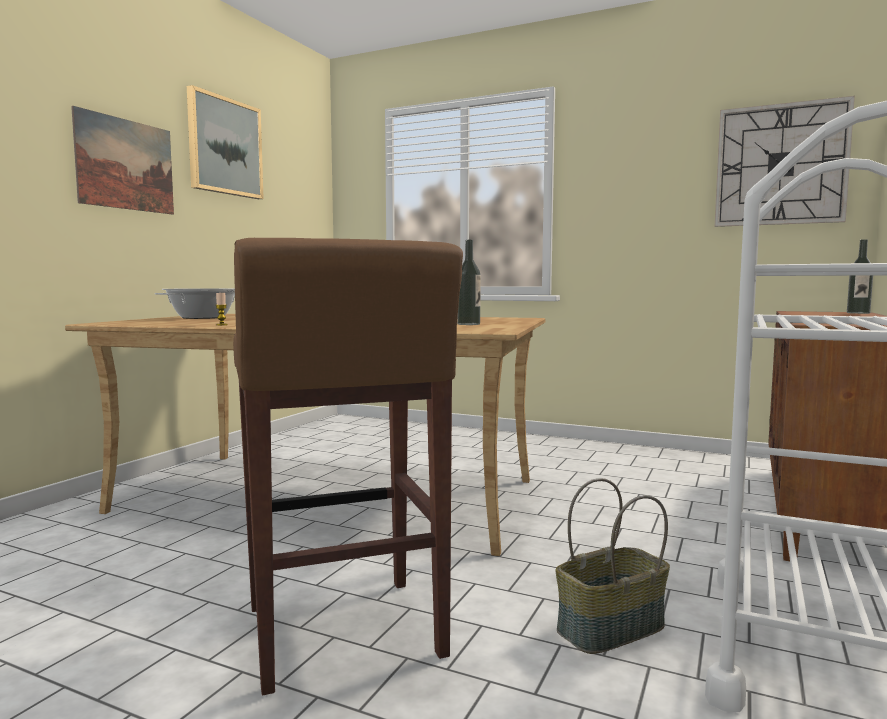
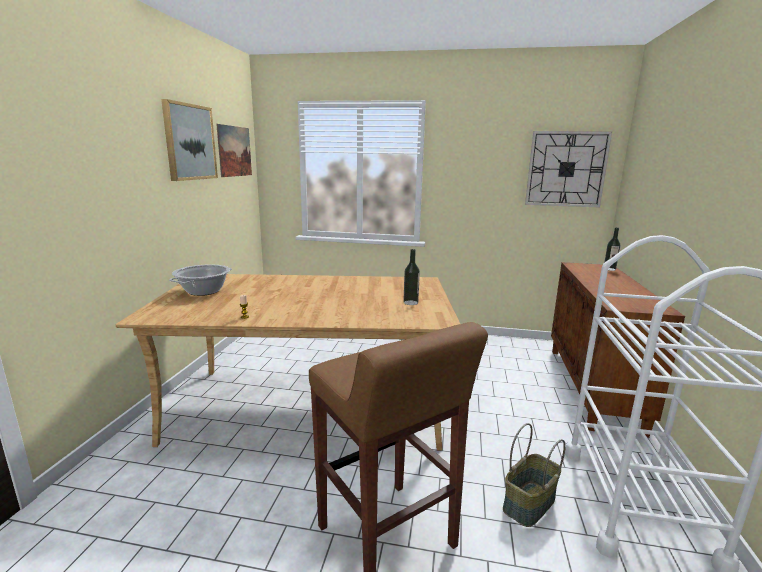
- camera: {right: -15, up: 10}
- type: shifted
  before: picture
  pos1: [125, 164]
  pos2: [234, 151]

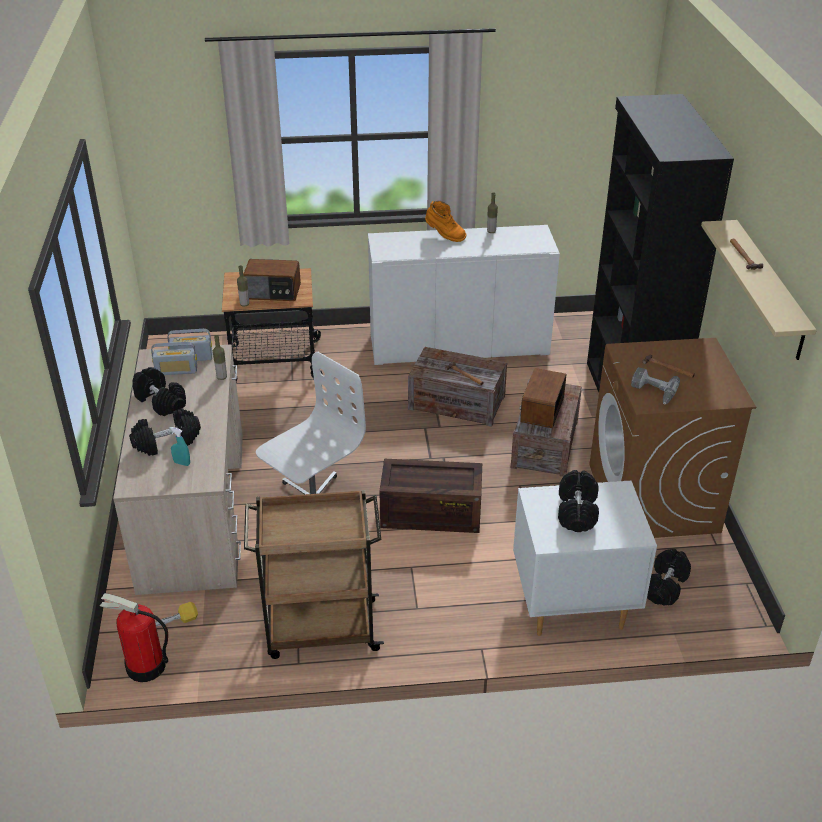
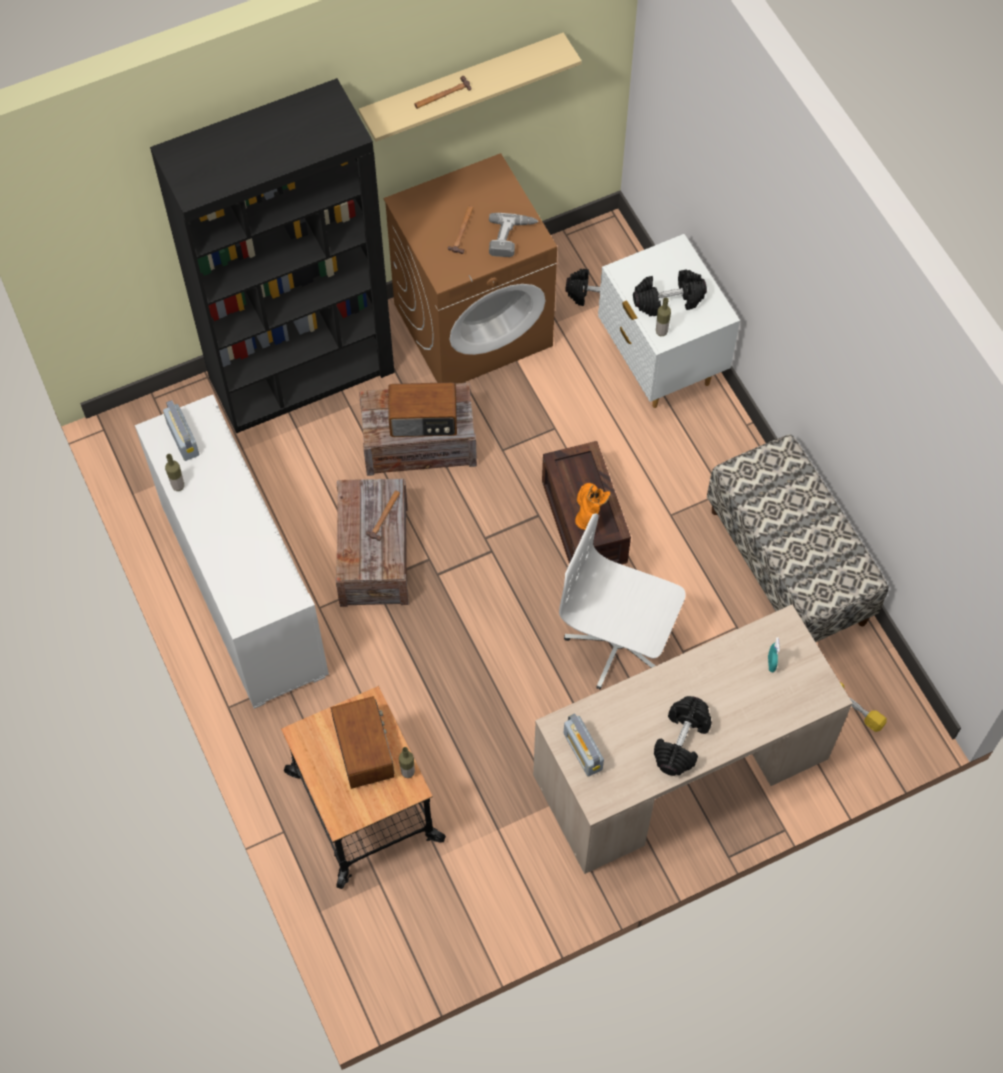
- camera: {right: -110, up: 25}
- type: shifted
  before: orange tall boot
  pos1: [444, 236]
  pos2: [588, 513]
- type: shifted
  before: drink bottle
  pos1: [221, 377]
  pos2: [661, 332]
- type: shifted
  before: radio receiver
  pos1: [176, 371]
  pos2: [183, 439]
- type: gone
  before: black hand weight
  pos1: [167, 442]
- type: swapped
  before: brown-coloured wheeled cart
  after: indoor bench
  pos1: [320, 629]
  pos2: [788, 566]
- type: gone
  before: extinguisher
  pos1: [145, 667]

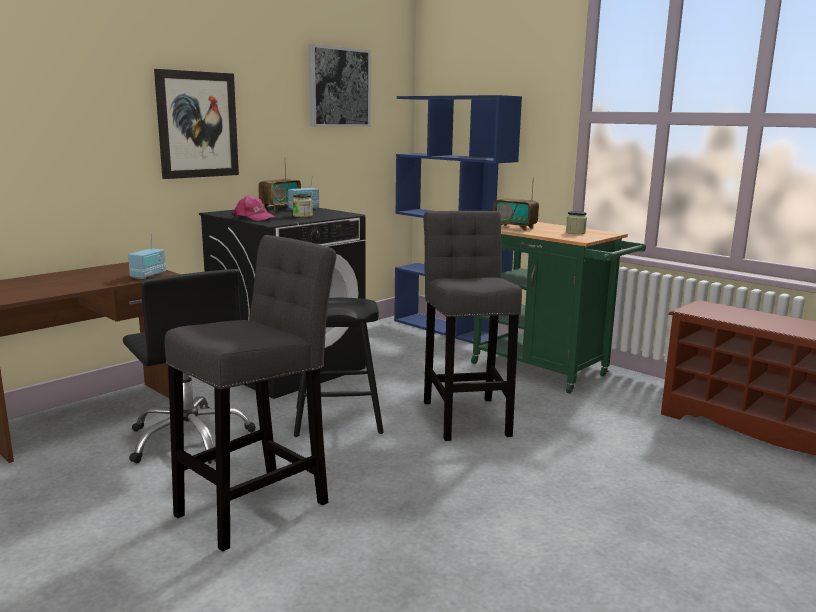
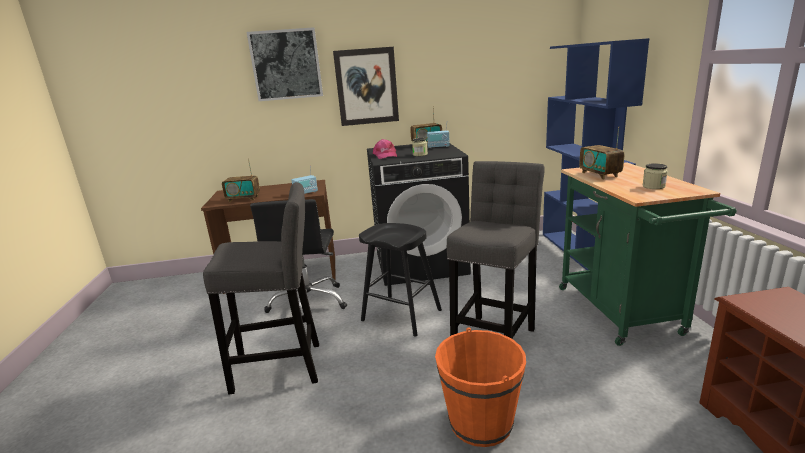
- camera: {right: 40, up: 5}
- type: shifted
  before: picture
  pos1: [339, 87]
  pos2: [286, 65]
- type: new
  after: radio receiver
  pos2: [243, 199]
- type: new
  after: orange pail
  pos2: [480, 422]

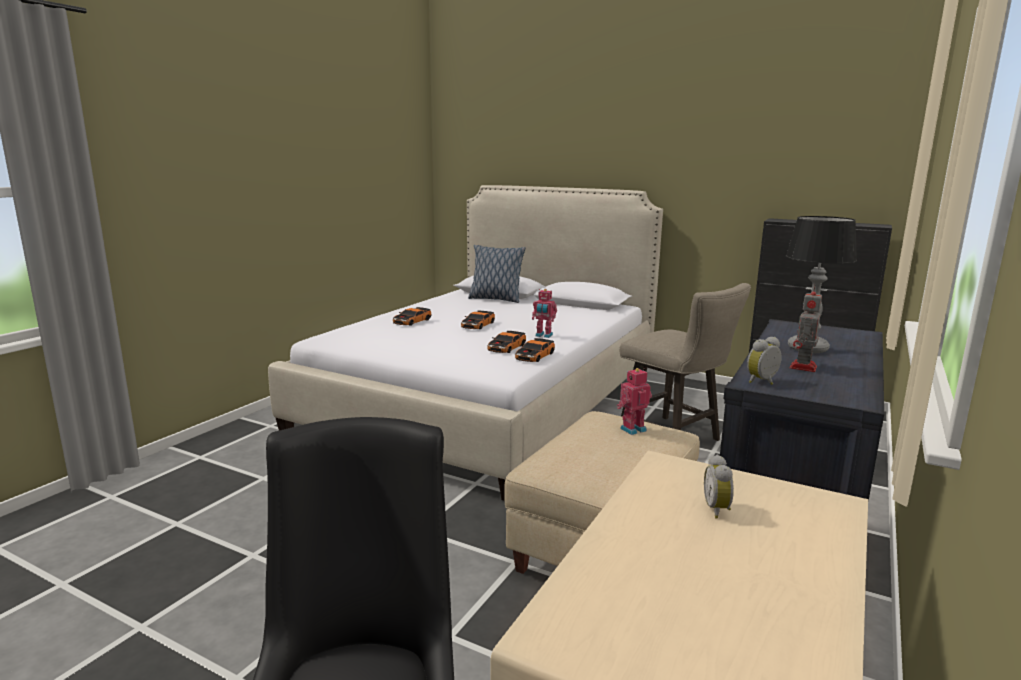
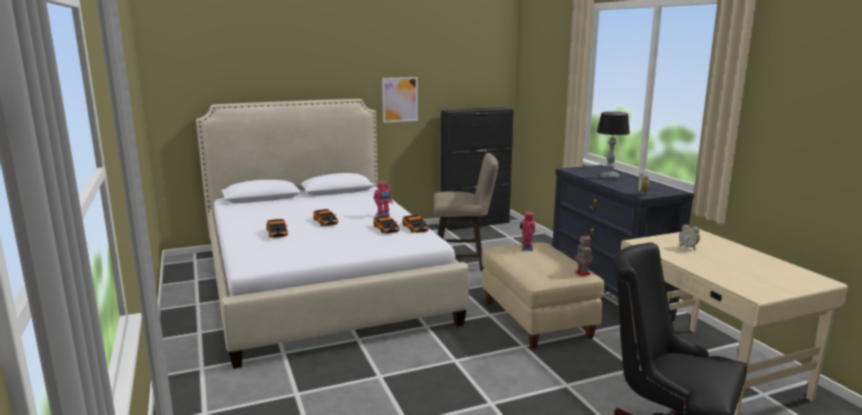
- camera: {right: -50, up: 0}
- type: gone
  before: cushion
  pos1: [495, 299]
- type: shifted
  before: model robot
  pos1: [803, 368]
  pos2: [583, 273]
- type: new
  after: picture
  pos2: [400, 99]

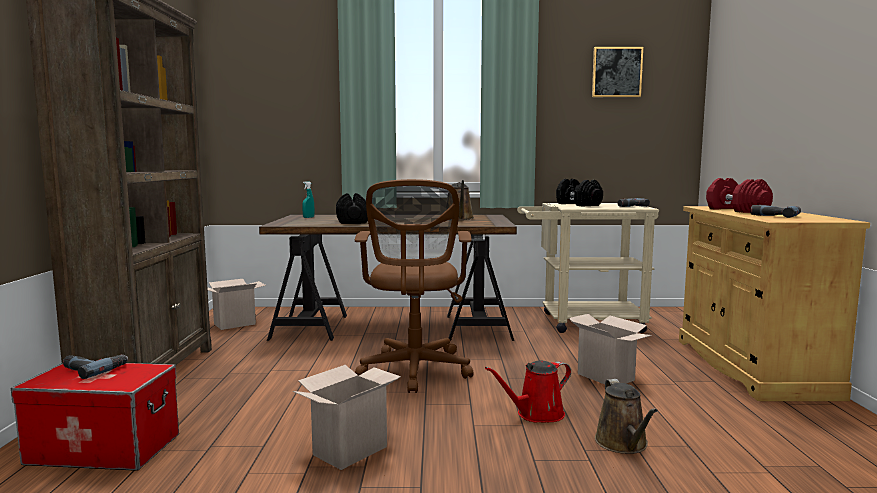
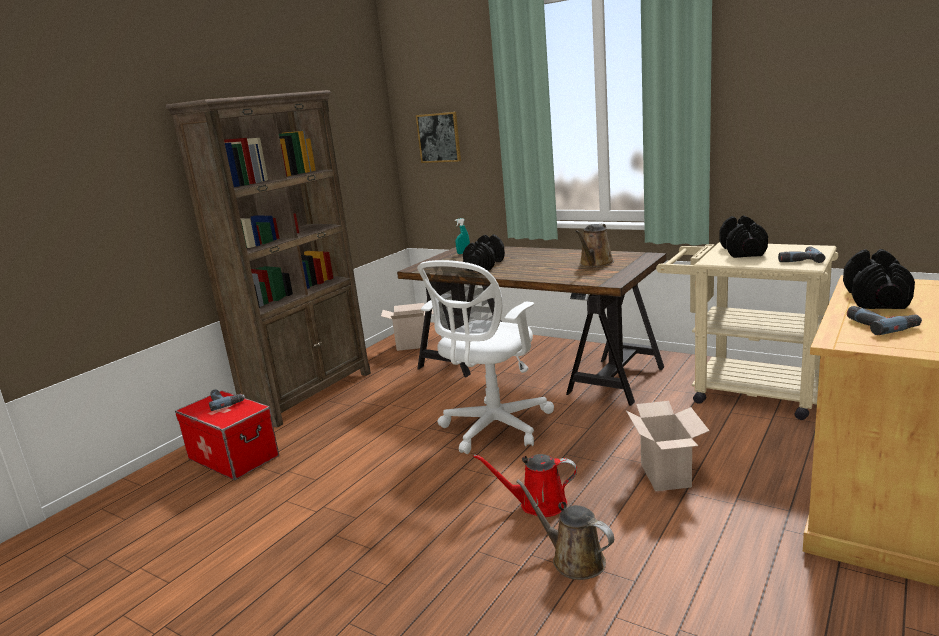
- camera: {right: 35, up: 10}
- type: shifted
  before: picture
  pos1: [616, 72]
  pos2: [439, 137]
- type: repainted
  before: reddish hand weight
  after: black hand weight
  pos1: [736, 210]
  pos2: [875, 298]
- type: repainted
  before: brown-coloured computer chair
  after: white computer chair
  pos1: [415, 372]
  pos2: [492, 429]
- type: gone
  before: cardboard box
  pos1: [350, 449]
- type: rotated
  before: brown-coloured watering pot
  pos1: [623, 444]
  pos2: [573, 559]
  turn: 105

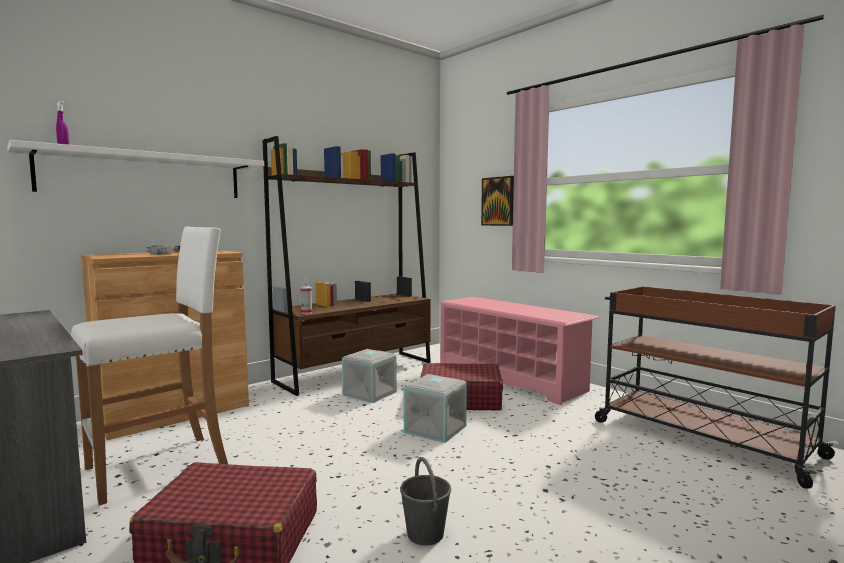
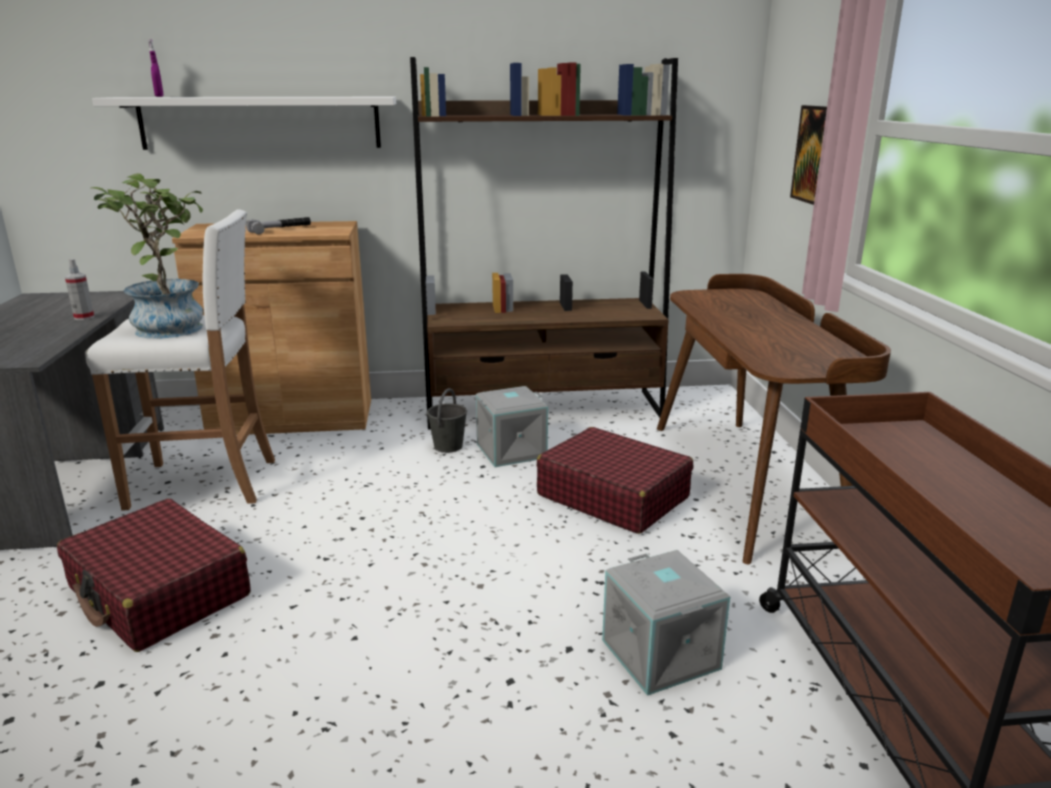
- camera: {right: 35, up: 15}
- type: shifted
  before: spray bottle
  pos1: [306, 313]
  pos2: [84, 317]
- type: swapped
  before: pink shoe shelf
  after: brown-coloured desk table
  pos1: [510, 378]
  pos2: [745, 482]
- type: shifted
  before: grey storage bin
  pos1: [436, 429]
  pos2: [662, 654]
- type: shifted
  before: grey pail
  pos1: [425, 533]
  pos2: [448, 446]
- type: new
  after: houseplant
  pos2: [170, 326]

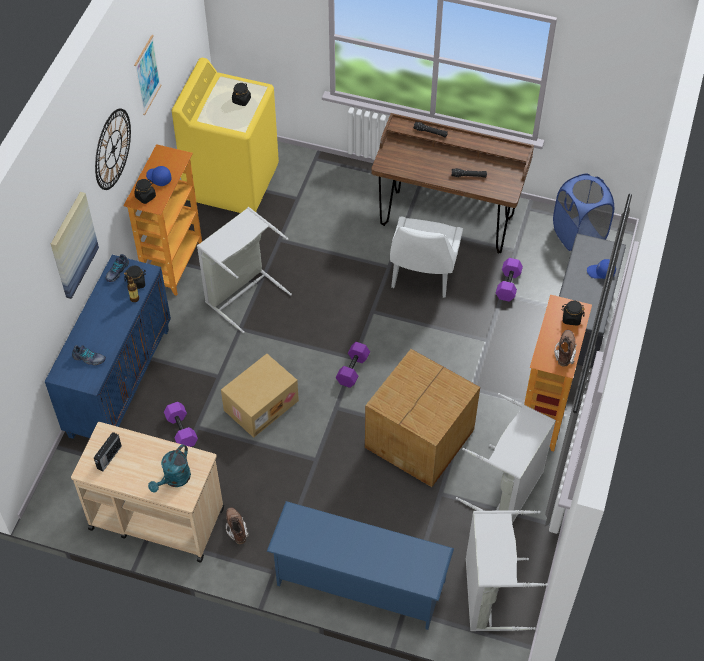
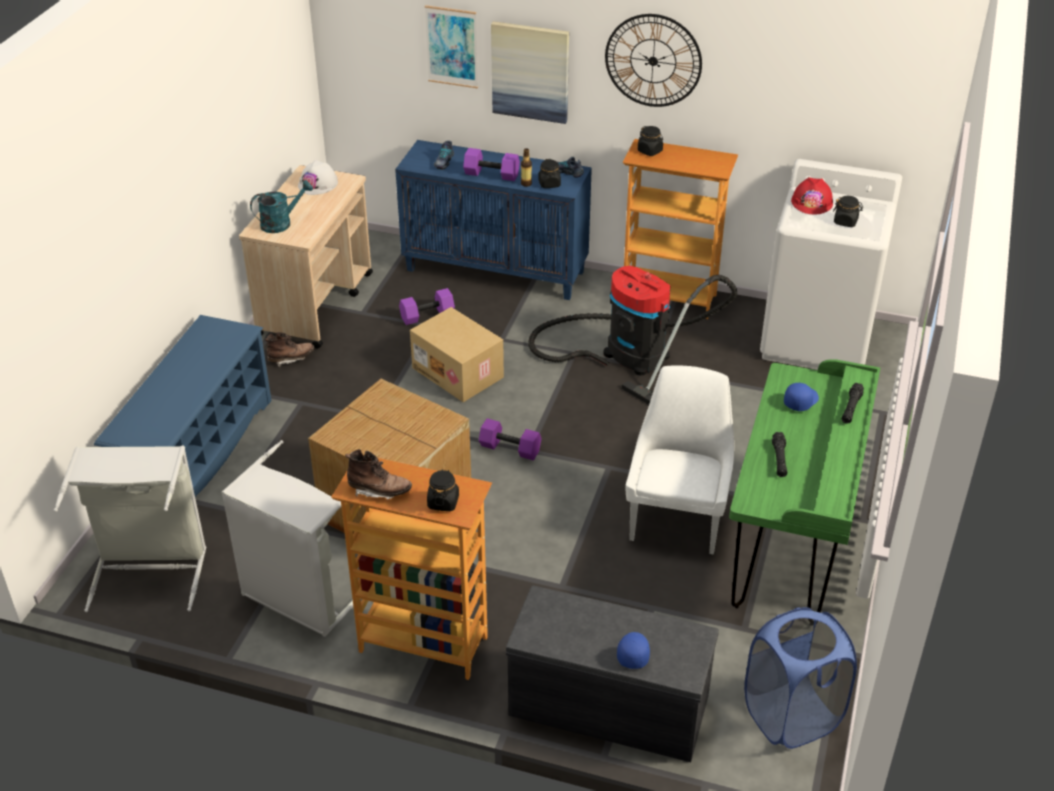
- camera: {right: 90, up: -15}
- type: shifted
  before: picture
  pos1: [147, 75]
  pos2: [452, 46]
- type: repainted
  before: yellow-coloured laundry machine
  after: white laundry machine
  pos1: [232, 181]
  pos2: [818, 339]
- type: repainted
  before: brown-coloured desk table
  after: green desk table
  pos1: [447, 221]
  pos2: [790, 548]
- type: shifted
  before: bluish cap
  pos1: [158, 178]
  pos2: [800, 401]
- type: swapped
  before: grey hamper
  after: hoover
  pos1: [242, 294]
  pos2: [629, 353]
- type: rotated
  before: white chair
  pos1: [422, 276]
  pos2: [677, 518]
  turn: 90
- type: shifted
  before: purple-coloured hand weight
  pos1: [507, 284]
  pos2: [492, 174]
- type: swapped
  before: radio receiver
  after: white safety helmet
  pos1: [108, 458]
  pos2: [318, 184]
- type: rotated
  before: blue-green watering pot
  pos1: [174, 480]
  pos2: [281, 223]
  turn: 120
- type: new
  after: reddish safety helmet
  pos2: [812, 202]

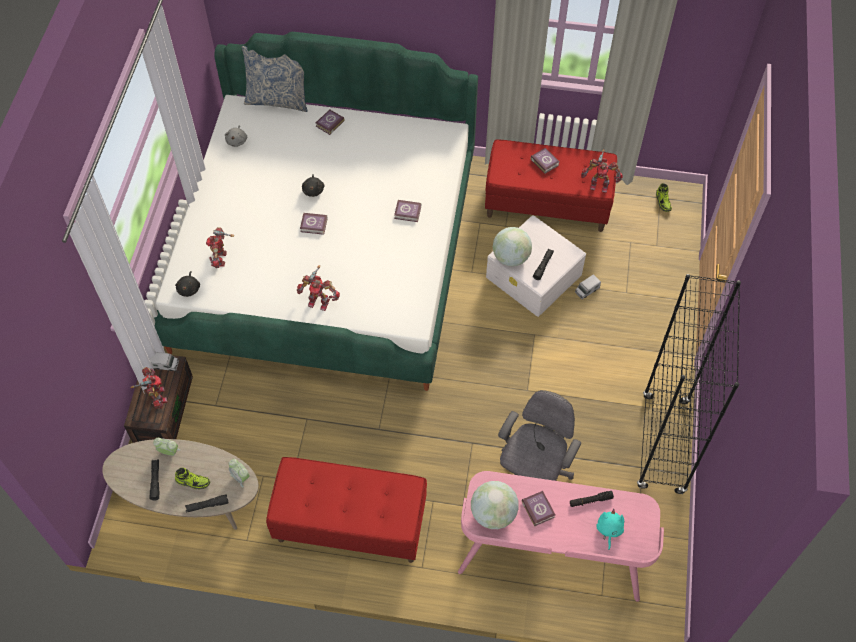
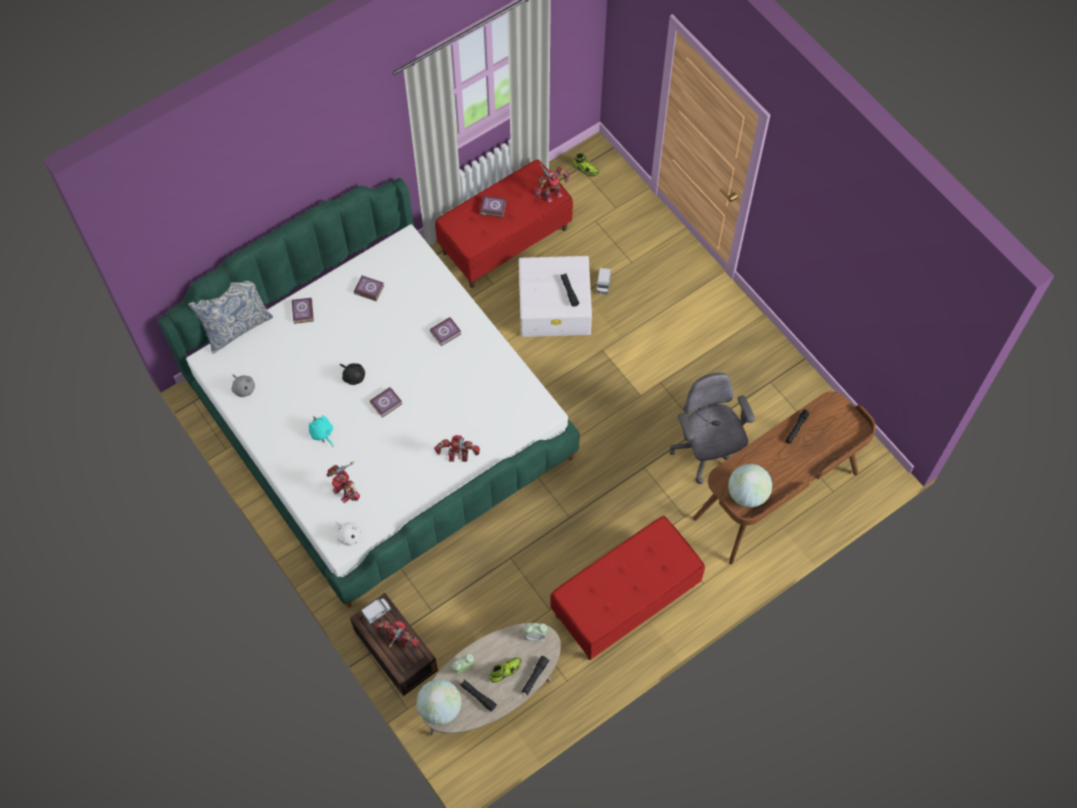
- camera: {right: -45, up: 5}
- type: shifted
  before: globe
  pos1: [511, 257]
  pos2: [440, 708]
- type: rotated
  before: model robot
  pos1: [319, 301]
  pos2: [458, 457]
  turn: -150
- type: repainted
  before: black soft toy
  after: white soft toy
  pos1: [189, 288]
  pos2: [348, 535]
- type: gone
  before: black shelving unit
  pos1: [663, 444]
- type: repainted
  before: pink desk table
  after: brown-coloured desk table
  pos1: [551, 557]
  pos2: [777, 497]
- type: shifted
  before: volume
  pos1: [538, 508]
  pos2: [368, 289]
- type: shifted
  before: blue-green soft toy
  pos1: [609, 530]
  pos2: [322, 433]

